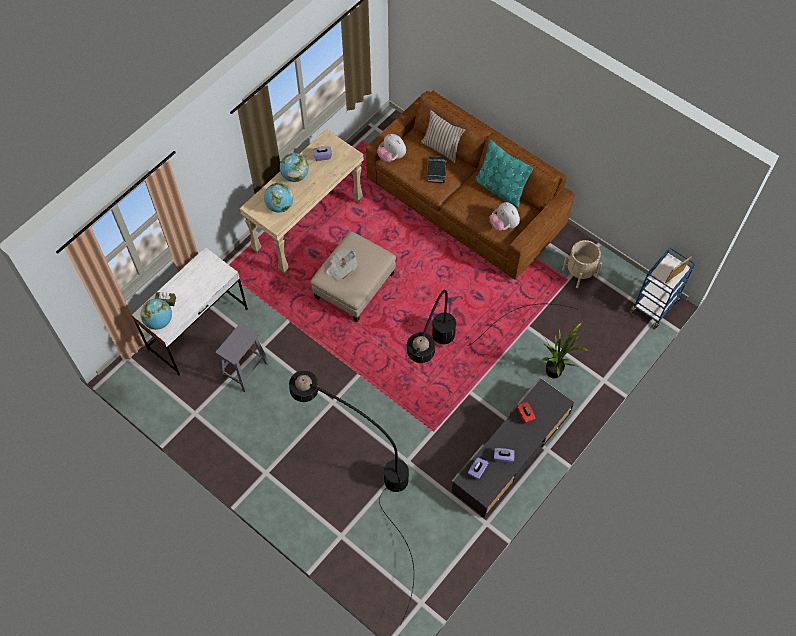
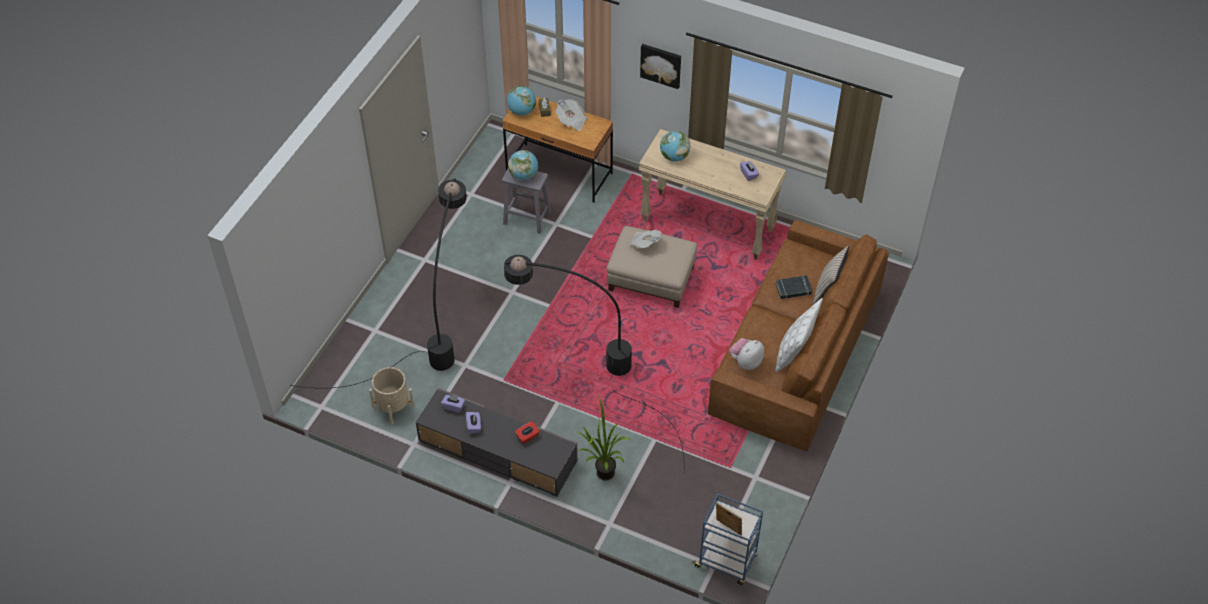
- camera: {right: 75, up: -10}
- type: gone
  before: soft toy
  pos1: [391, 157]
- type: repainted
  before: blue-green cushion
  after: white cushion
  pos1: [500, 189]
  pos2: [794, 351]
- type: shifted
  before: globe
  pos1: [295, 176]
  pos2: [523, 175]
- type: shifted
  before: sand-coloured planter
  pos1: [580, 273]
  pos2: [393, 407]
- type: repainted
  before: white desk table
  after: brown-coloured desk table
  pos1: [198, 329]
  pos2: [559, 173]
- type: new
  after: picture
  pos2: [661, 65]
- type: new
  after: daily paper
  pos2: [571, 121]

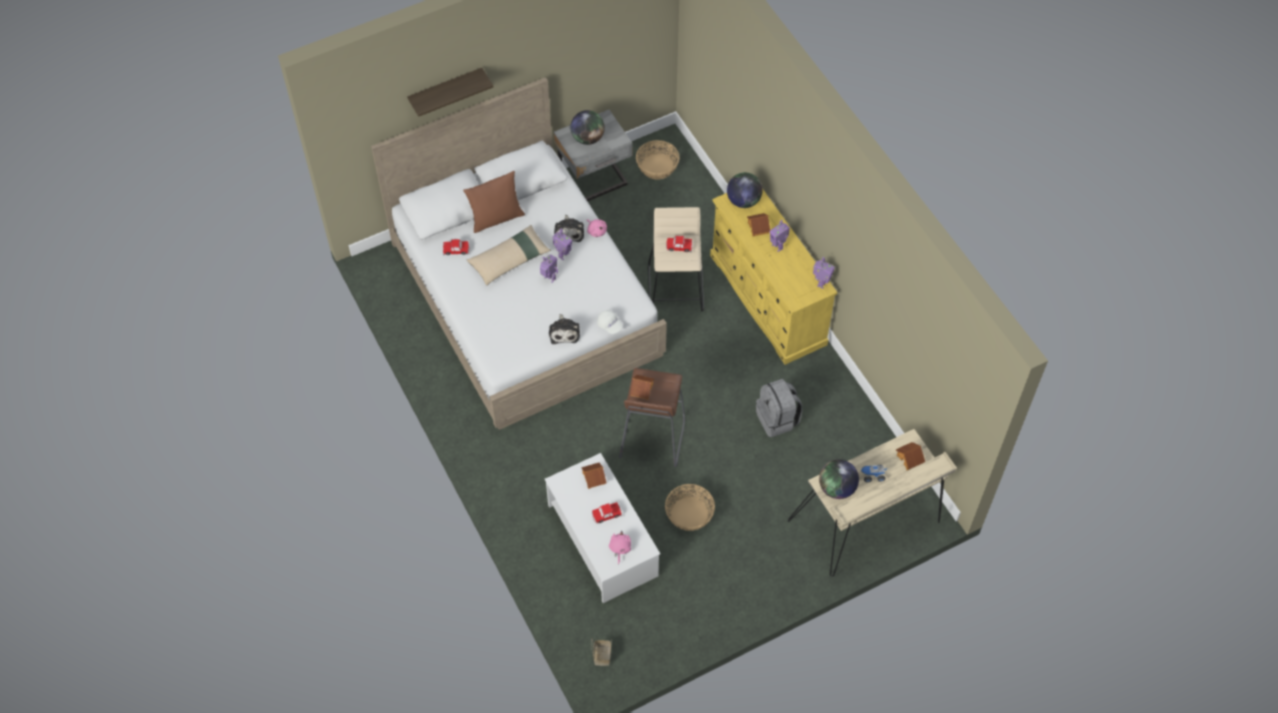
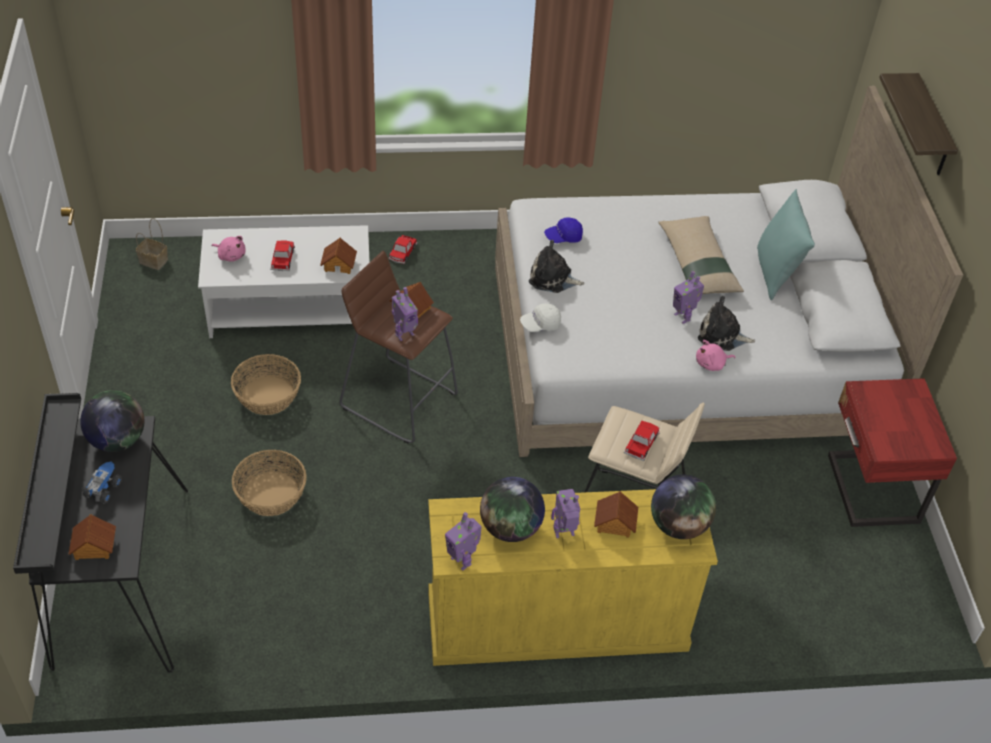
- camera: {right: 110, up: -10}
- type: repainted
  before: grey bedside table
  after: reddish bedside table
  pos1: [594, 181]
  pos2: [869, 490]
- type: shifted
  before: globe
  pos1: [588, 138]
  pos2: [510, 528]
- type: shifted
  before: basket
  pos1: [657, 167]
  pos2: [271, 493]
- type: repainted
  before: brown-coloured cushion
  after: blue-green cushion
  pos1: [496, 218]
  pos2: [775, 273]
- type: shifted
  before: toy car
  pos1: [456, 250]
  pos2: [402, 252]
- type: shifted
  before: model robot
  pos1: [549, 279]
  pos2: [404, 334]
- type: gone
  before: grey knapsack
  pos1: [777, 419]
- type: repainted
  before: sand-coloured desk table
  after: black desk table
  pos1: [867, 522]
  pos2: [117, 579]
- type: new
  after: bluish cap
  pos2: [563, 237]

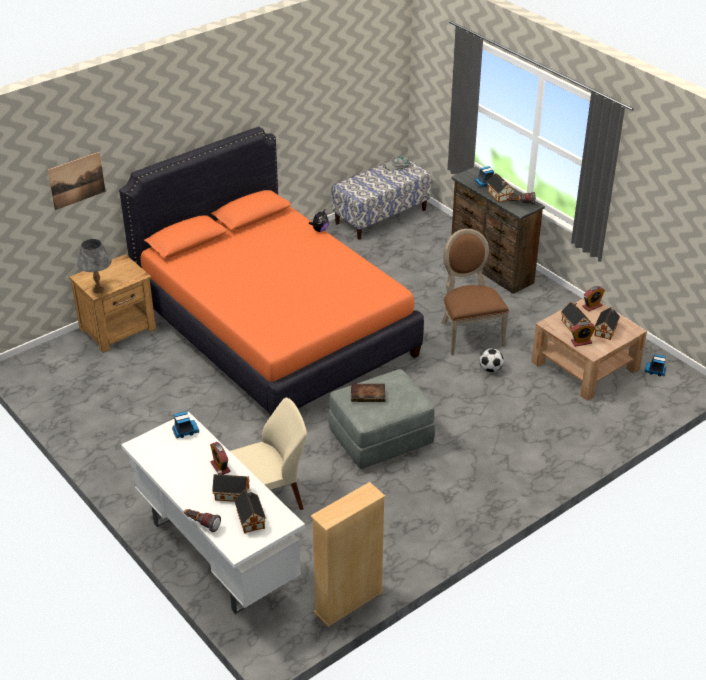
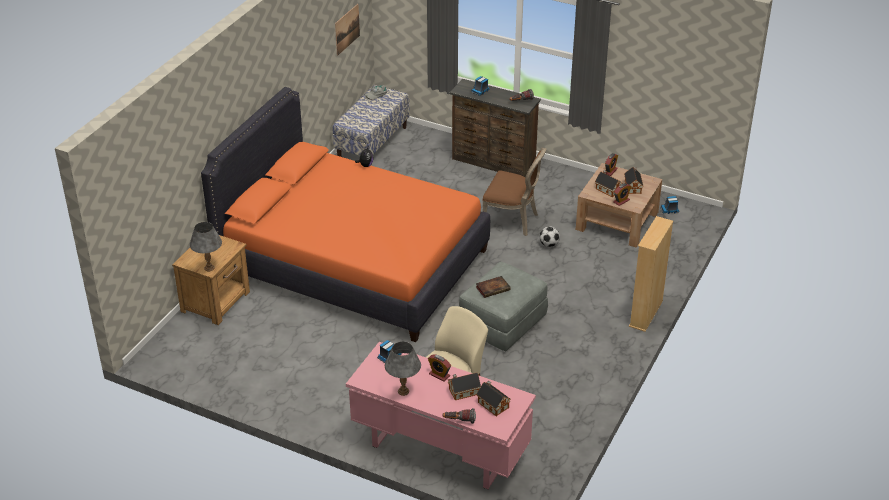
- camera: {right: -25, up: 0}
- type: shifted
  before: picture
  pos1: [76, 180]
  pos2: [347, 29]
- type: gone
  before: miniature house
  pos1: [500, 195]
- type: rotated
  before: brown-coloured chair
  pos1: [469, 333]
  pos2: [512, 220]
  turn: 150
- type: repainted
  before: white desk table
  after: pink desk table
  pos1: [215, 554]
  pos2: [439, 452]
- type: shifted
  before: sand-coloured shelving unit
  pos1: [348, 602]
  pos2: [646, 314]
- type: new
  after: grey table lamp
  pos2: [403, 391]

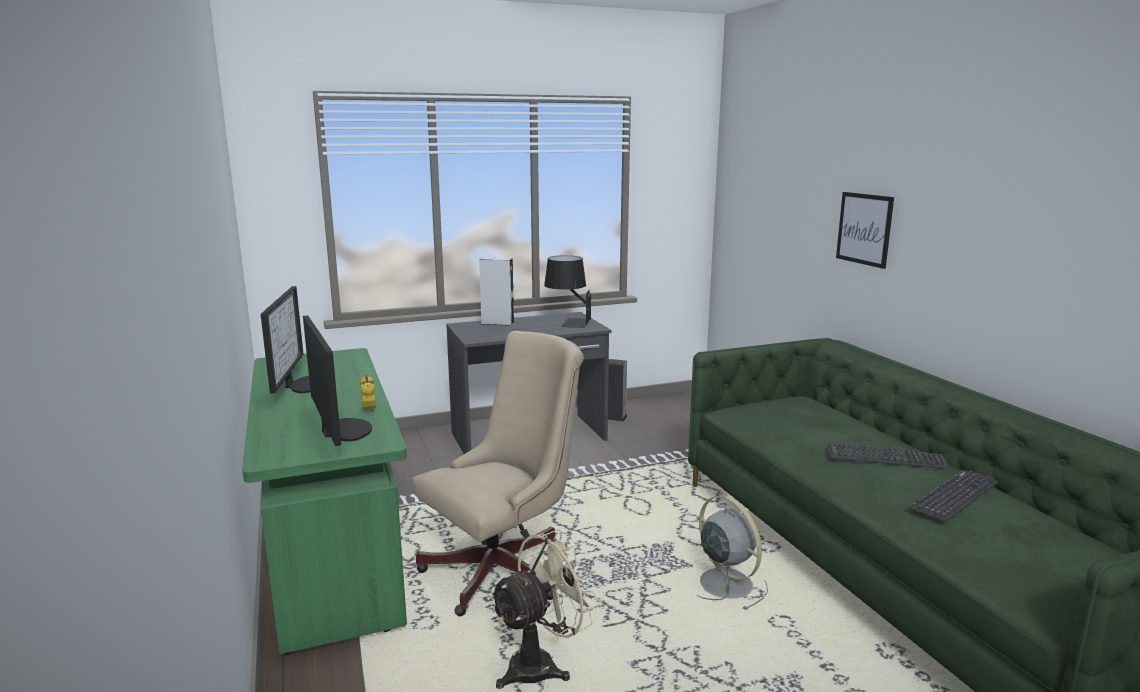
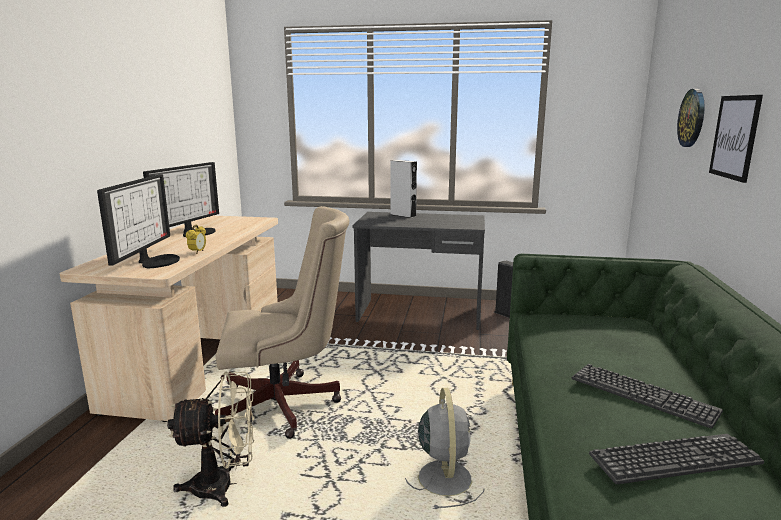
- camera: {right: 30, up: 0}
- type: gone
  before: black table lamp
  pos1: [567, 322]
- type: repainted
  before: green desk table
  after: sand-coloured desk table
  pos1: [332, 551]
  pos2: [202, 358]
- type: new
  after: hanging clock
  pos2: [692, 118]

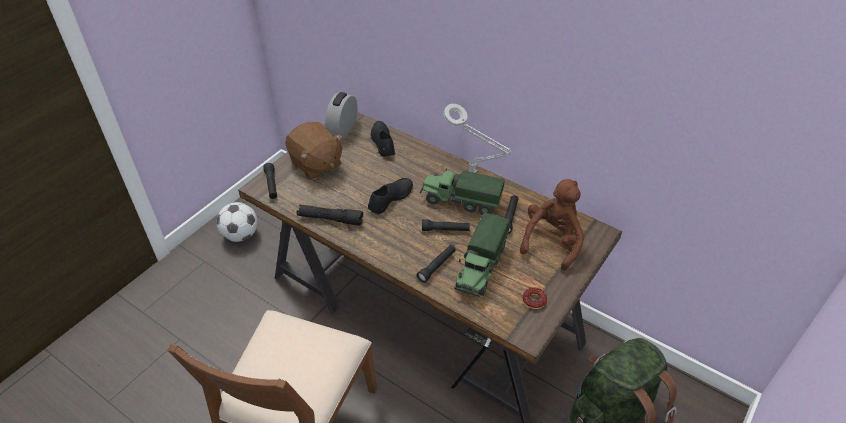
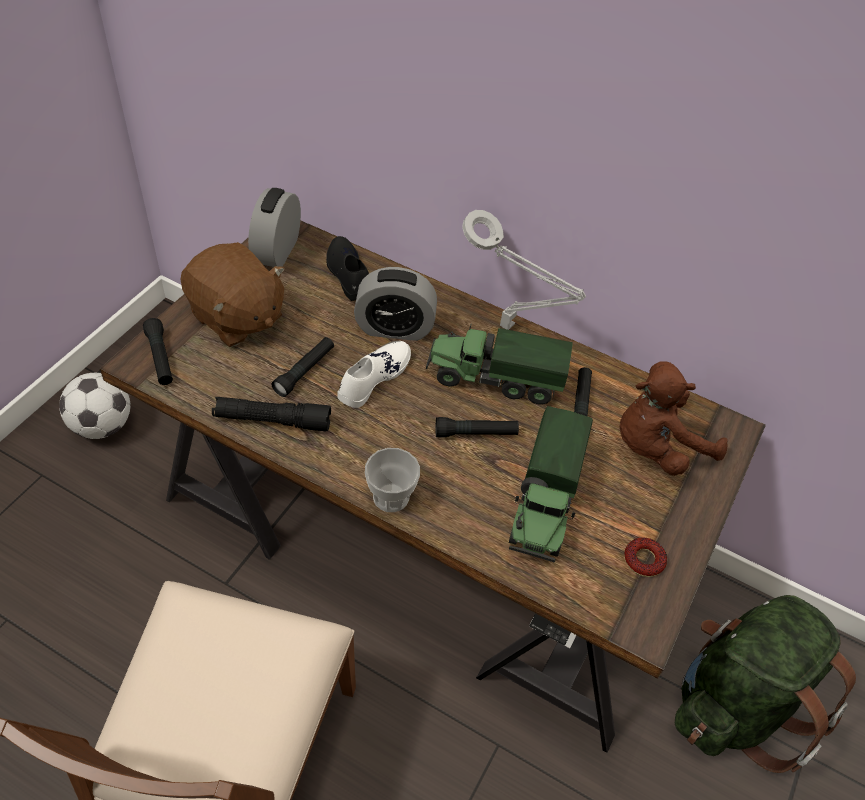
- camera: {right: -10, up: 5}
- type: repainted
  before: black low shoe
  after: white low shoe
  pos1: [390, 198]
  pos2: [374, 377]
- type: rotated
  before: brown-coloured soft toy
  pos1: [552, 240]
  pos2: [656, 446]
  turn: -135
- type: shifted
  before: black hand torch
  pos1: [437, 266]
  pos2: [305, 371]
- type: new
  after: alarm clock
  pos2: [394, 328]
- type: new
  after: small cup
  pos2: [391, 497]

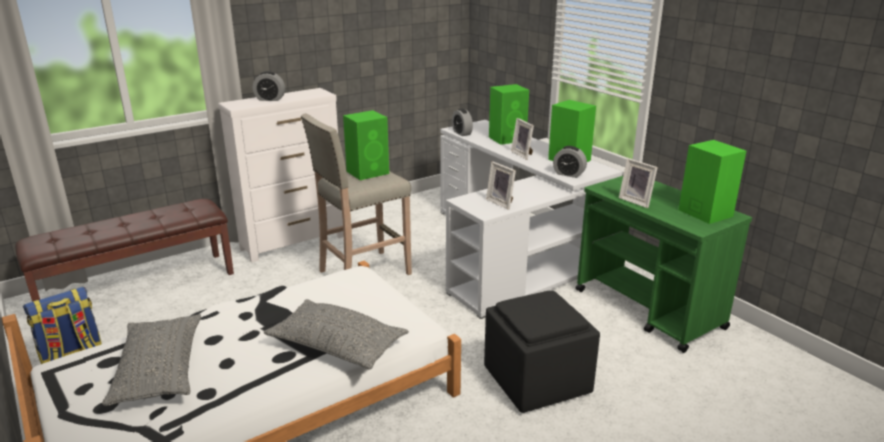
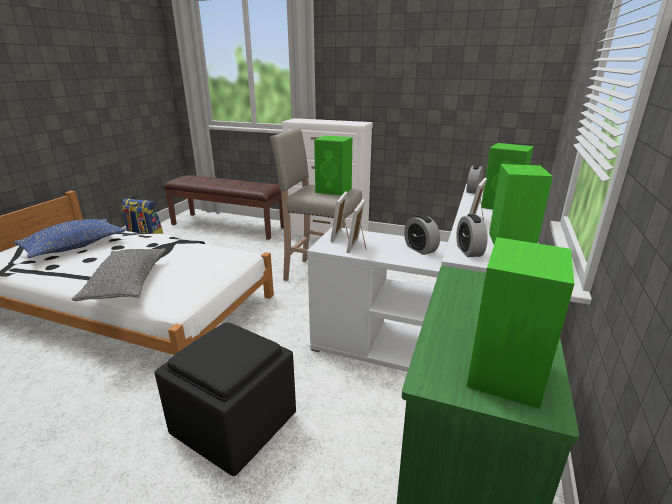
- camera: {right: 55, up: 0}
- type: shifted
  before: alarm clock
  pos1: [270, 99]
  pos2: [420, 249]
- type: shifted
  before: picture frame
  pos1: [637, 201]
  pos2: [342, 236]
- type: repainted
  before: grey cushion
  after: bluish cushion
  pos1: [159, 370]
  pos2: [74, 246]

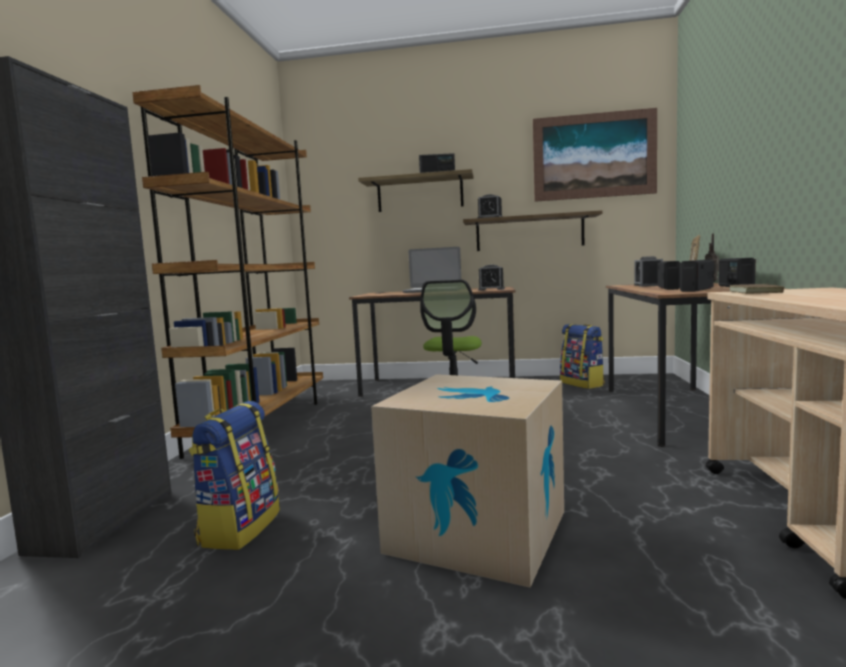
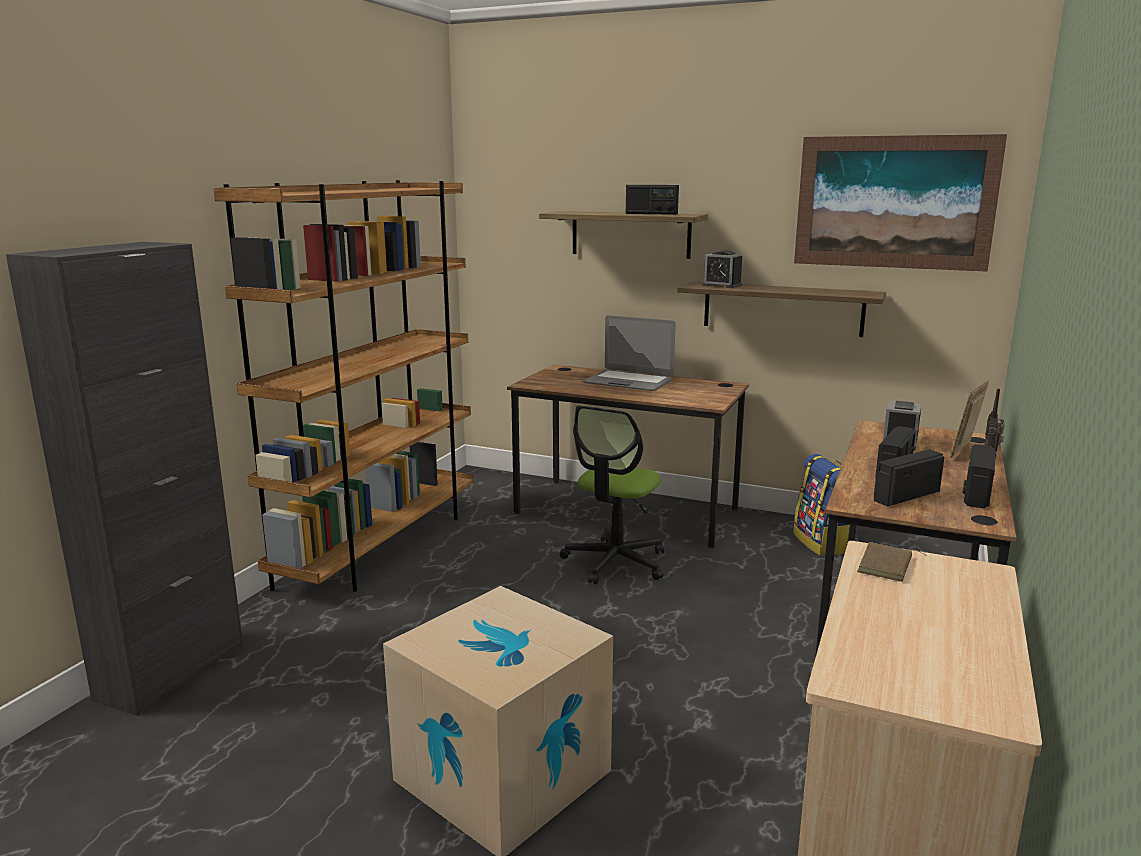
- camera: {right: 15, up: 10}
- type: gone
  before: alarm clock
  pos1: [491, 289]
- type: gone
  before: knapsack
  pos1: [239, 527]

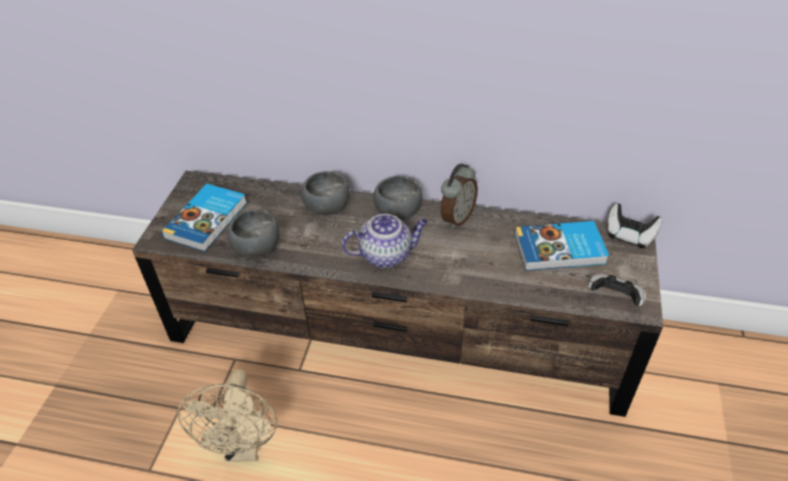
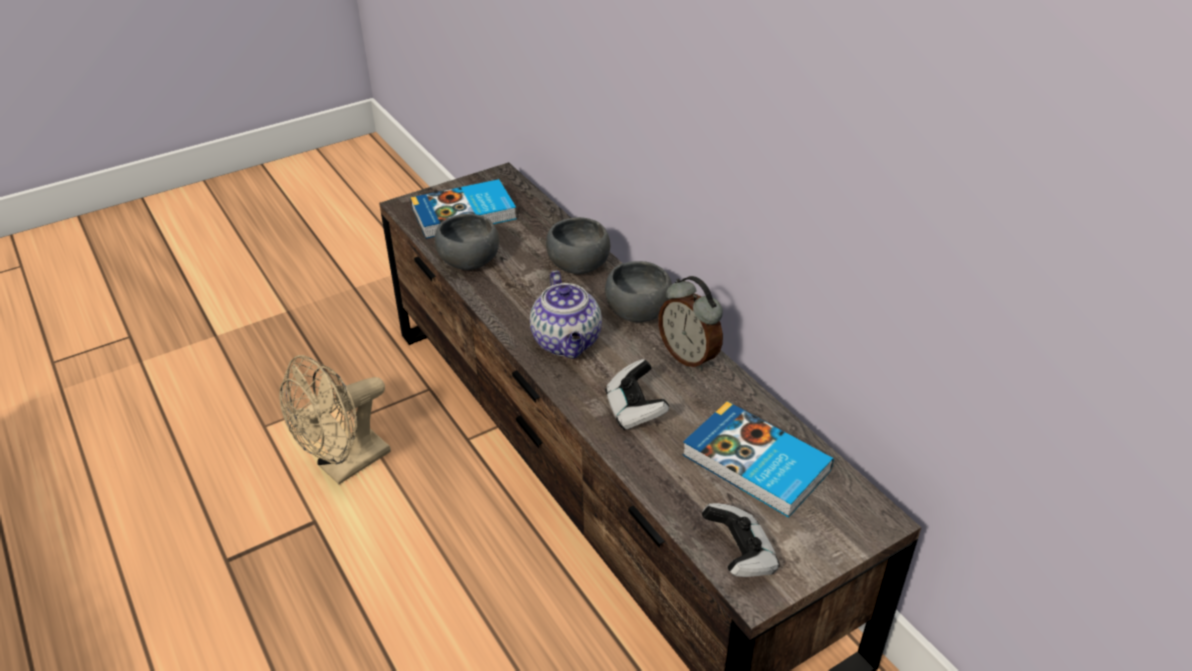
- camera: {right: 45, up: -5}
- type: rotated
  before: alarm clock
  pos1: [456, 218]
  pos2: [689, 356]
  turn: 60
- type: shifted
  before: game controller
  pos1: [629, 235]
  pos2: [635, 410]
- type: rotated
  before: teapot
  pos1: [386, 255]
  pos2: [567, 343]
  turn: 45

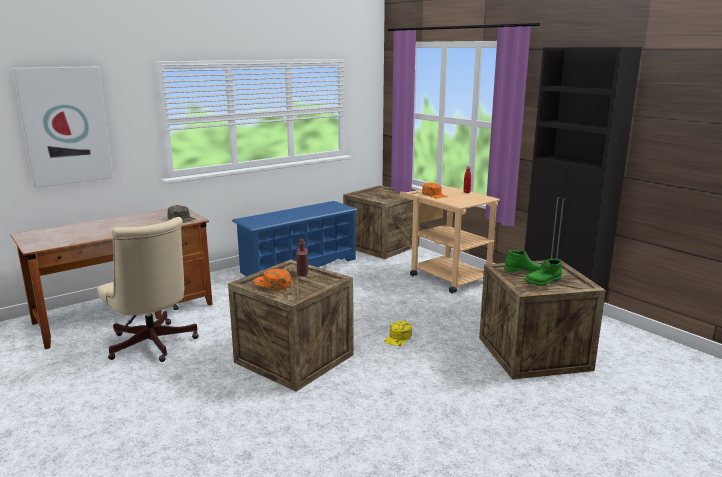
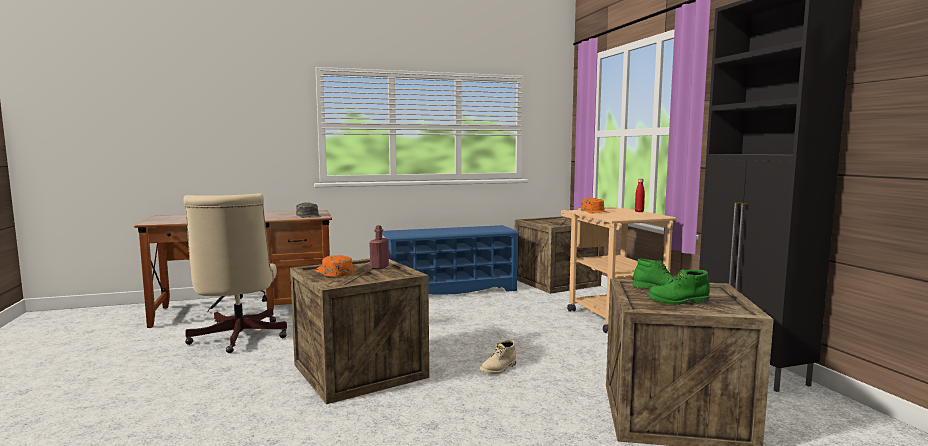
- camera: {right: 20, up: -10}
- type: gone
  before: picture
  pos1: [65, 126]
- type: swapped
  before: yellow-coloured cap
  after: sand-coloured tall boot
  pos1: [398, 338]
  pos2: [499, 368]

